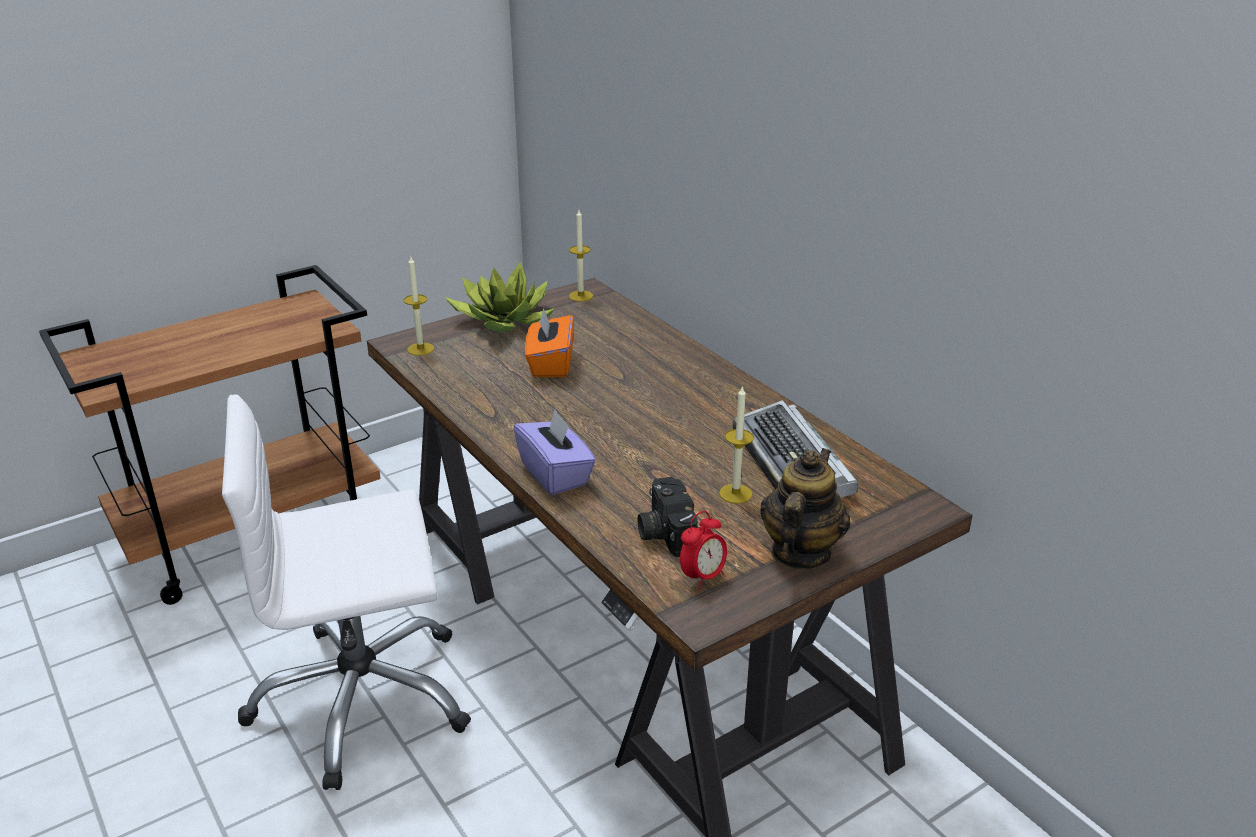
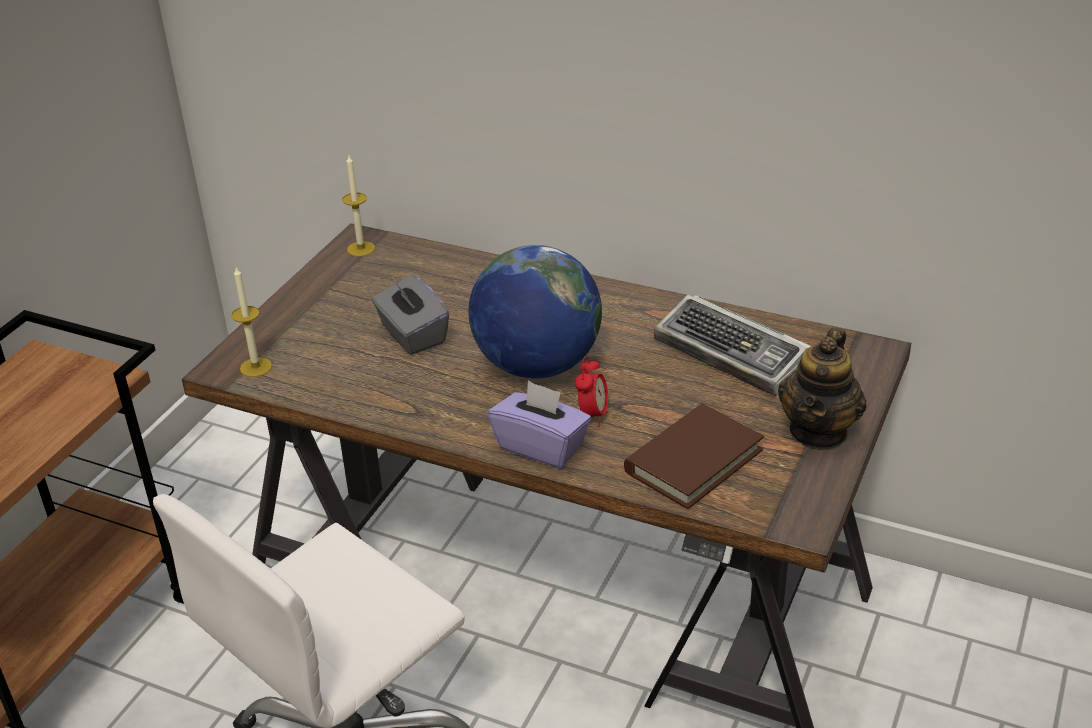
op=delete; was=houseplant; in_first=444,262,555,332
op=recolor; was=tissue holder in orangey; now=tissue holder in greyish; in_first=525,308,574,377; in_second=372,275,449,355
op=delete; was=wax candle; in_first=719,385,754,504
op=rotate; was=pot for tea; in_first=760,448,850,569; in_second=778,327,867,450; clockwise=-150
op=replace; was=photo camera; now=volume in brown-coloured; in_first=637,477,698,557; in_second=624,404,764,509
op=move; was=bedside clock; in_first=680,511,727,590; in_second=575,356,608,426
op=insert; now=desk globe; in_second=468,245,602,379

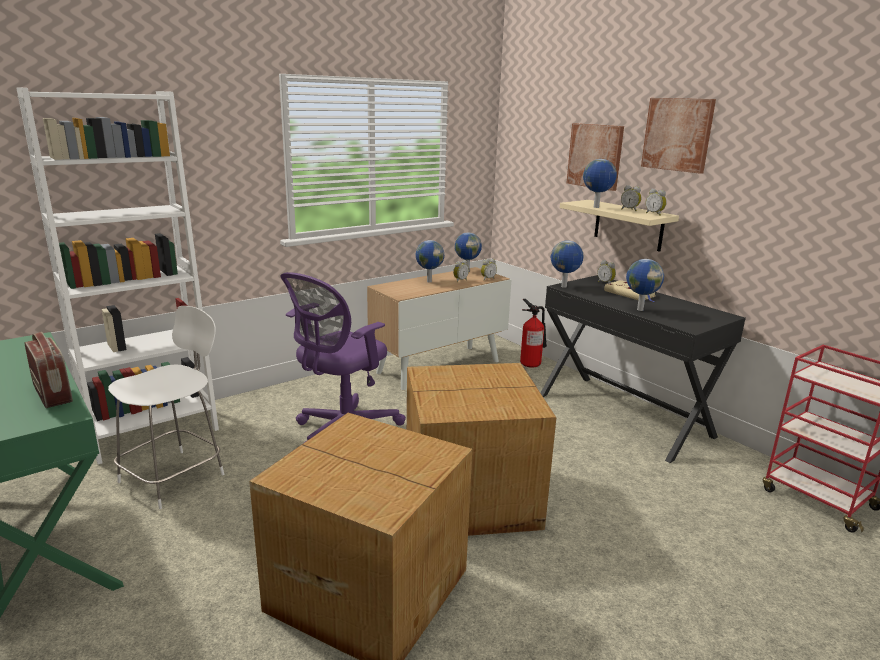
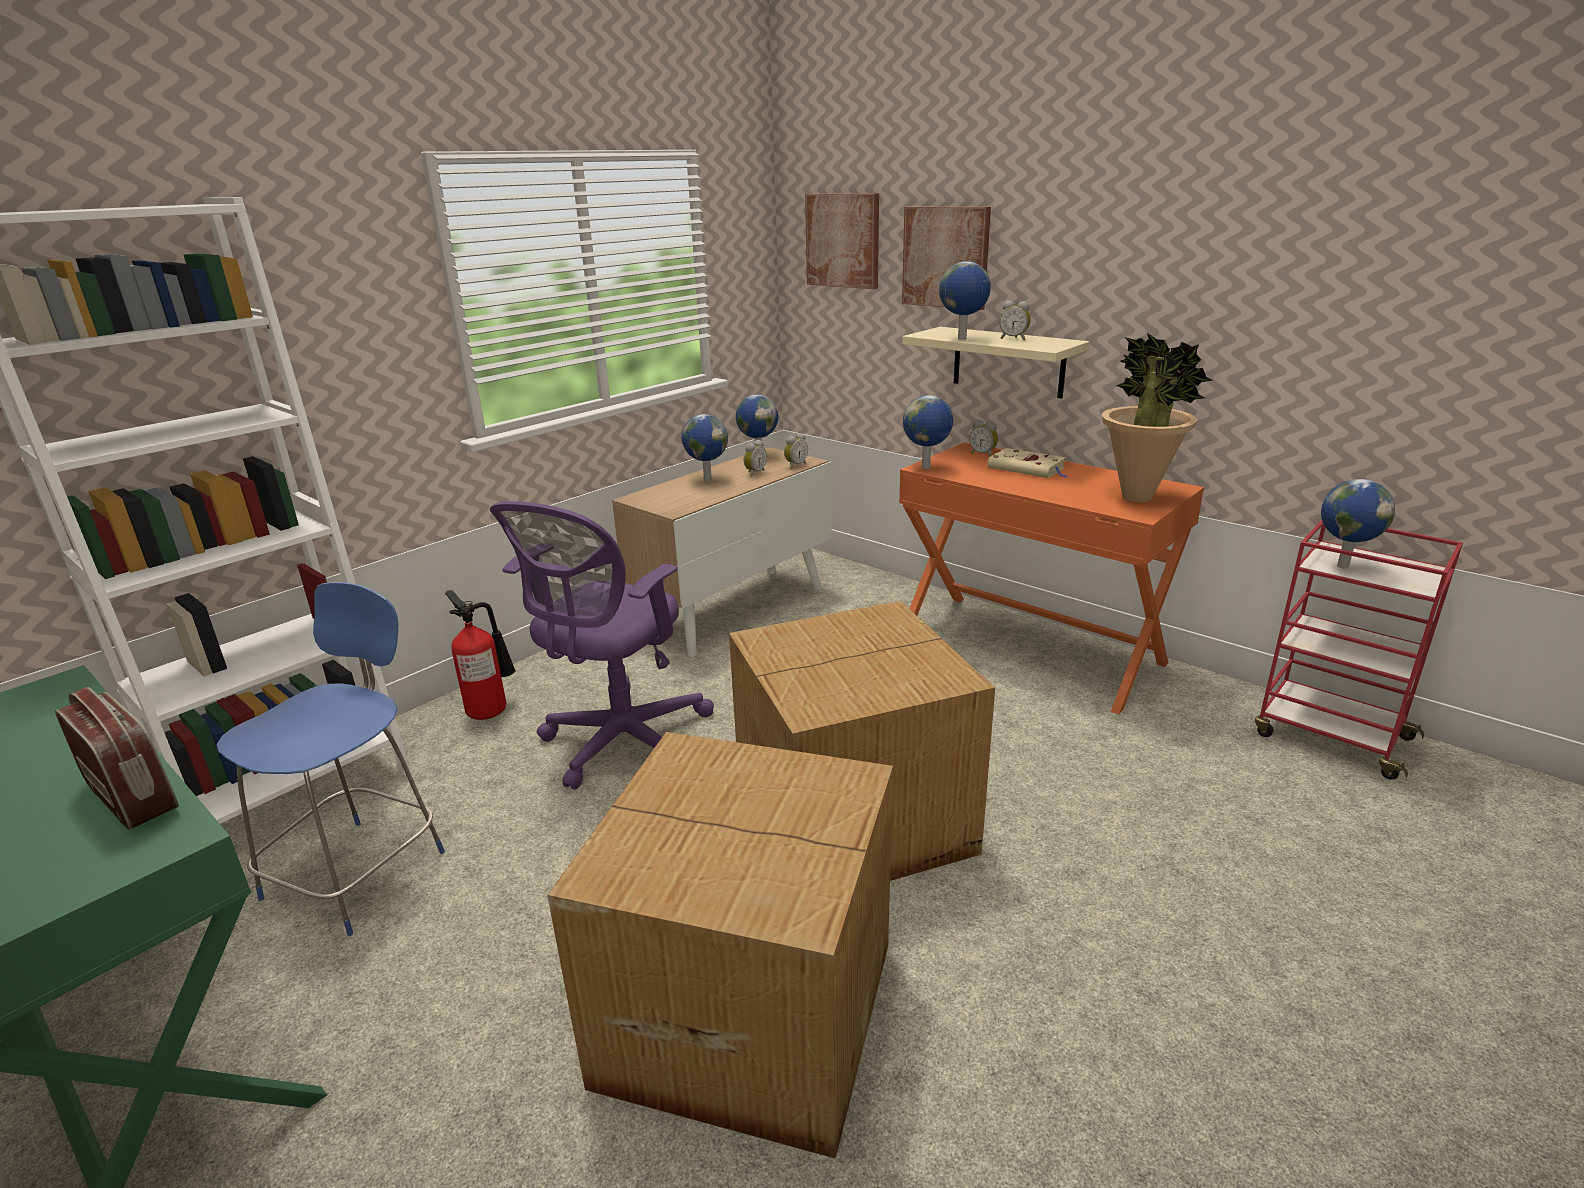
op=move; was=wall picture; in_first=641,98,716,174; in_second=805,193,879,289
op=delete; was=bedside clock; in_first=646,189,667,216
op=move; was=desk globe; in_first=626,259,664,311; in_second=1321,479,1395,569
op=recolor; was=desk in black; now=desk in orangey; in_first=541,275,746,463; in_second=899,442,1204,715
op=move; was=extinguisher; in_first=520,299,547,368; in_second=445,590,516,720
op=recolor; was=upright chair in whitish; now=upright chair in bluish; in_first=108,306,224,509; in_second=216,582,445,936
op=insert; now=houseplant; in_second=1102,333,1213,502

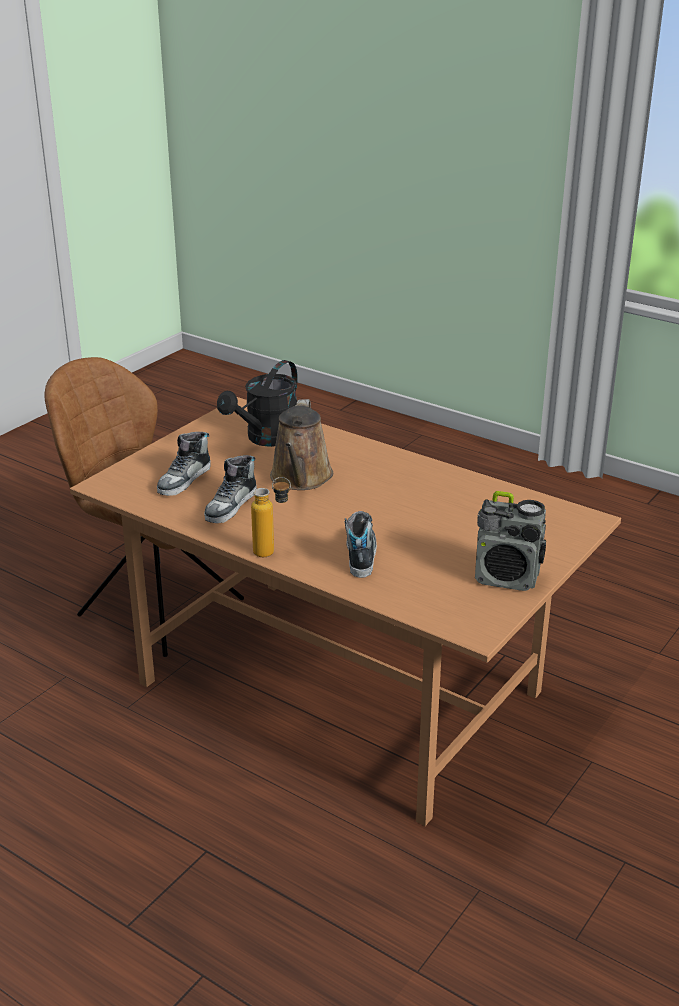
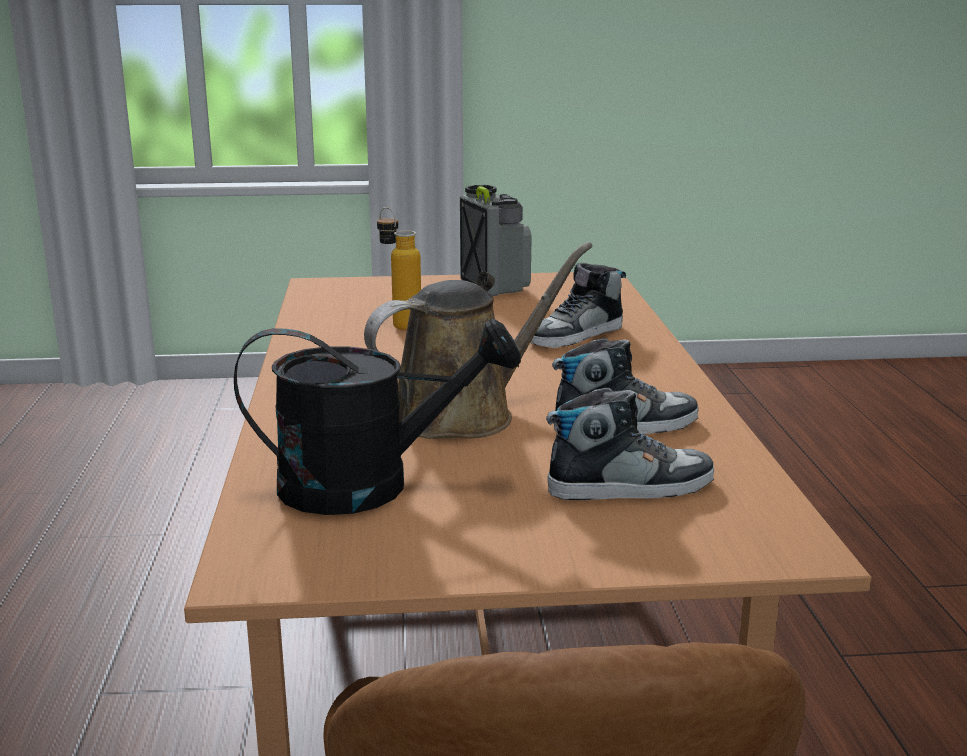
op=move; was=drink bottle; in_first=251,477,291,557; in_second=377,207,421,330

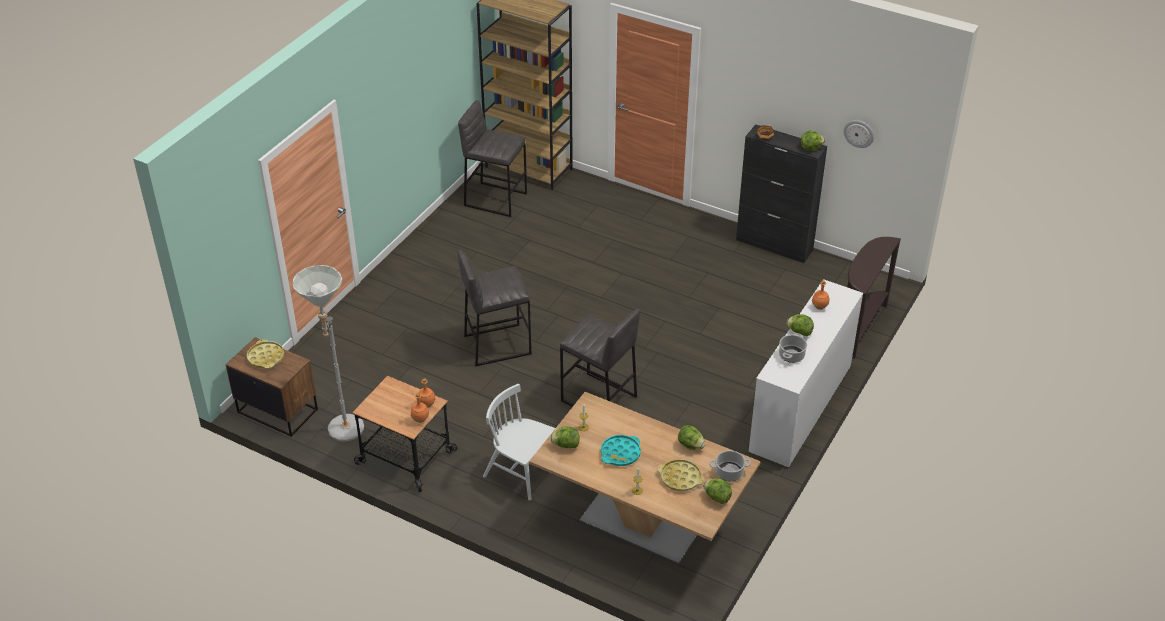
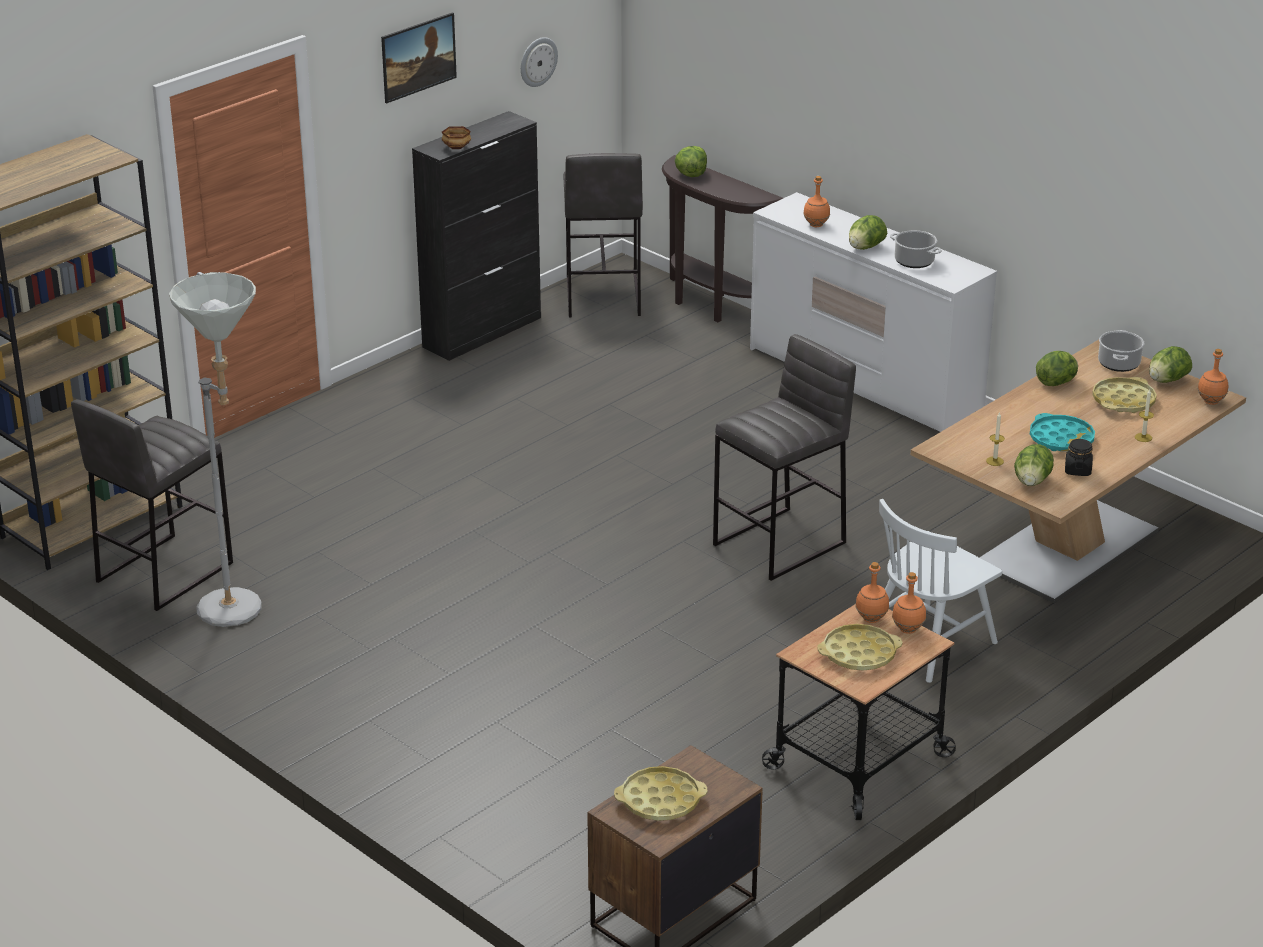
op=move; was=lettuce head; in_first=800,131,825,151; in_second=675,146,707,177
op=move; was=stool seat in greyish; in_first=458,250,531,366; in_second=564,153,643,317
op=move; was=floor lamp in greyish; in_first=293,265,364,441; in_second=169,272,261,627
op=insert; now=wall picture; in_second=381,12,457,103
op=insert; now=drink bottle in orangey; in_second=1198,349,1228,405
op=insert; now=storage jar in black; in_second=1065,439,1093,476
op=insert; now=tray in yellow; in_second=817,624,903,670

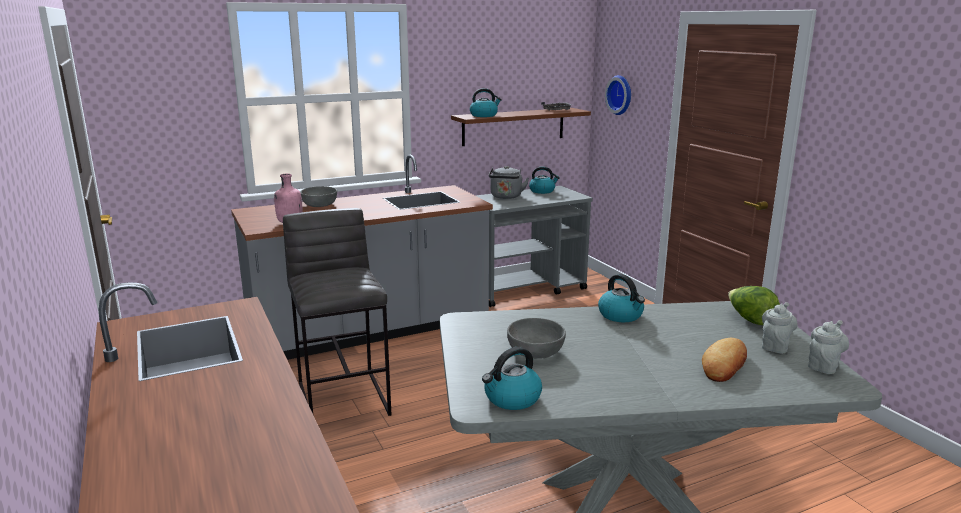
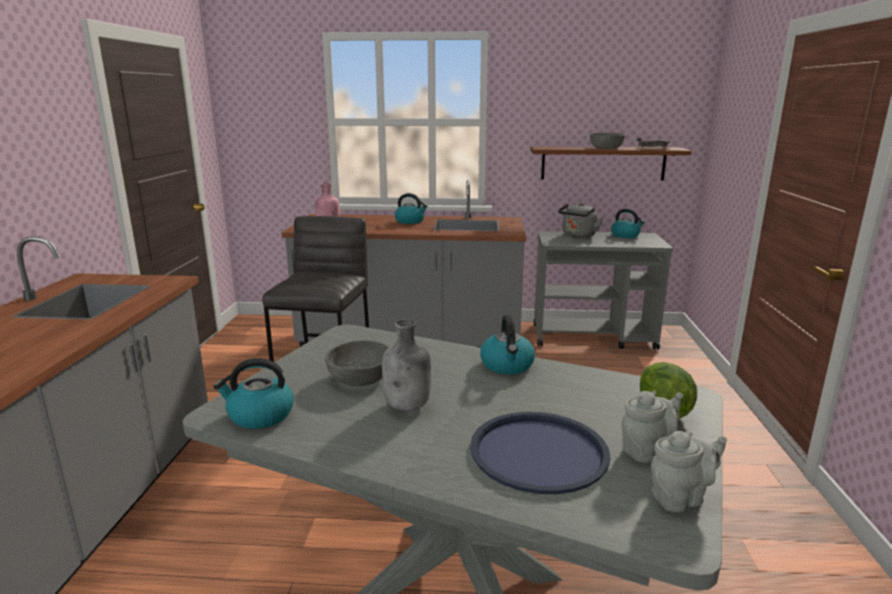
op=delete; was=hanging clock; in_first=605,75,631,115
op=move; was=tea kettle; in_first=470,88,502,117; in_second=395,193,428,224
op=move; was=bowl in greyish; in_first=300,186,337,207; in_second=590,133,625,149
op=replace; was=bakery bread; now=tray in bluish; in_first=702,338,747,382; in_second=470,412,611,494
op=insert; now=drink bottle in greyish; in_second=382,319,431,411

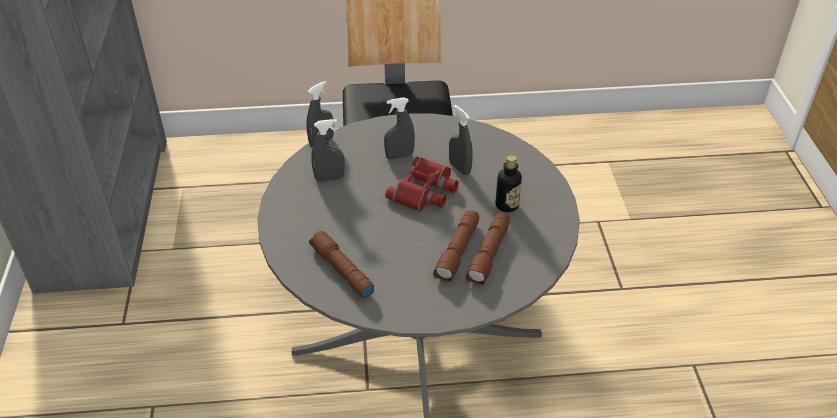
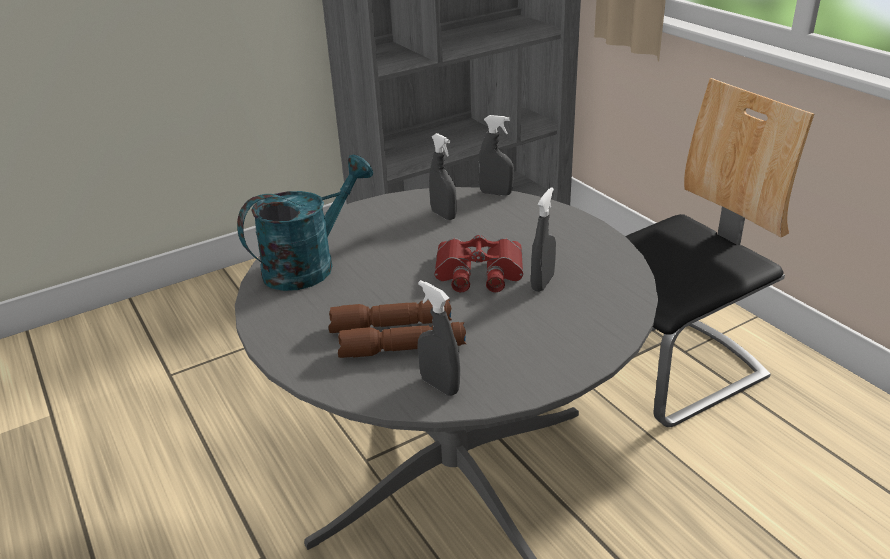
op=move; was=hand sprayer in greyish; in_first=384,97,415,160; in_second=417,280,460,396
op=delete; was=drink bottle; in_first=495,155,522,212
op=replace; was=hand torch in brown-coloured; now=sprinkling can in turquoise; in_first=309,231,374,298; in_second=237,155,373,291

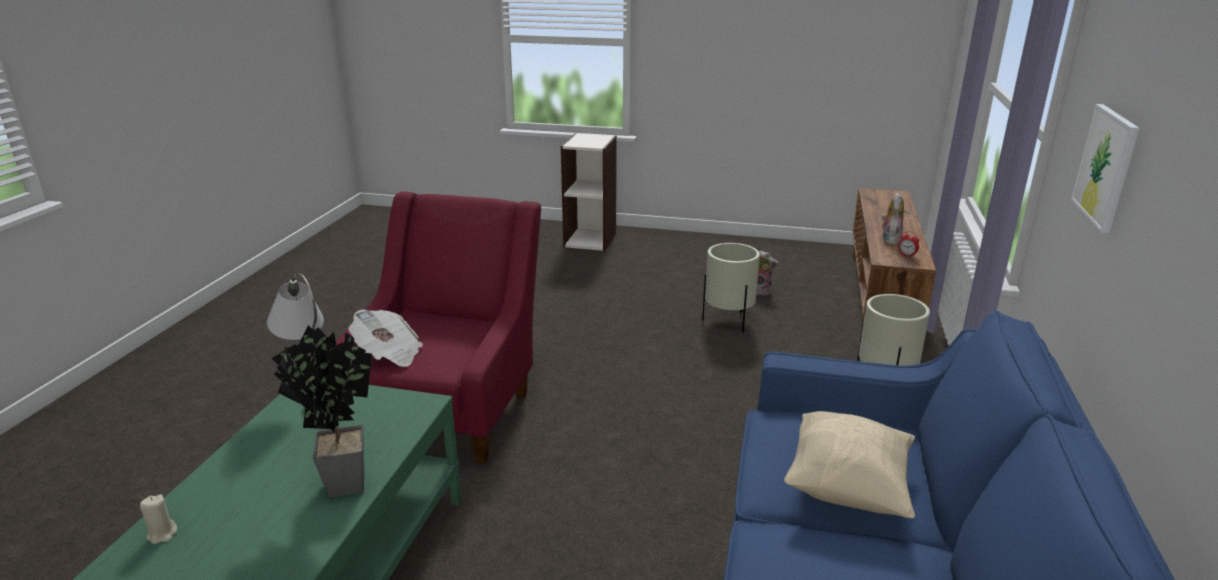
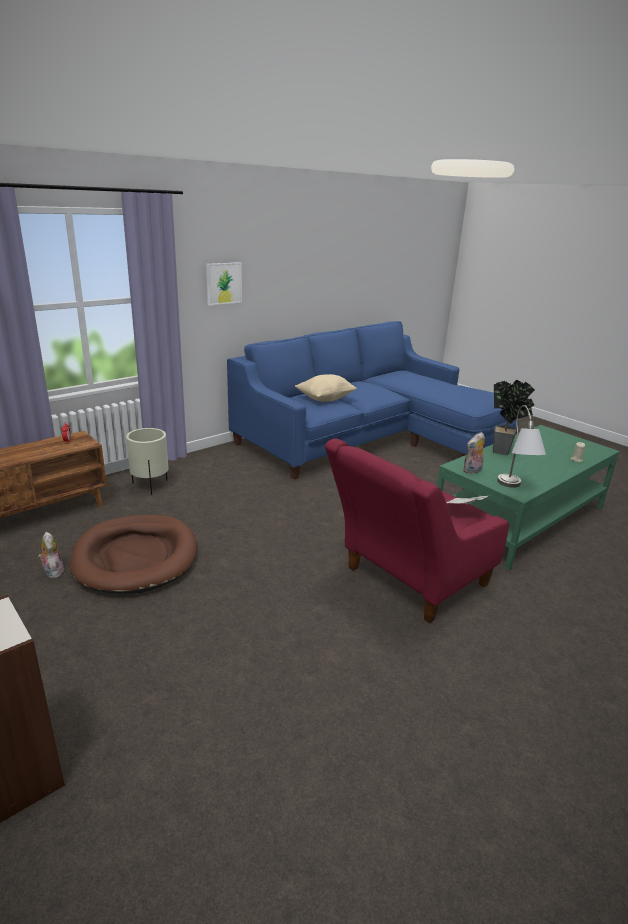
op=move; was=soft toy; in_first=882,192,904,245; in_second=463,432,485,474
op=replace; was=flower pot in beige; now=dog bed in brown-coloured; in_first=702,243,760,333; in_second=70,515,197,594

